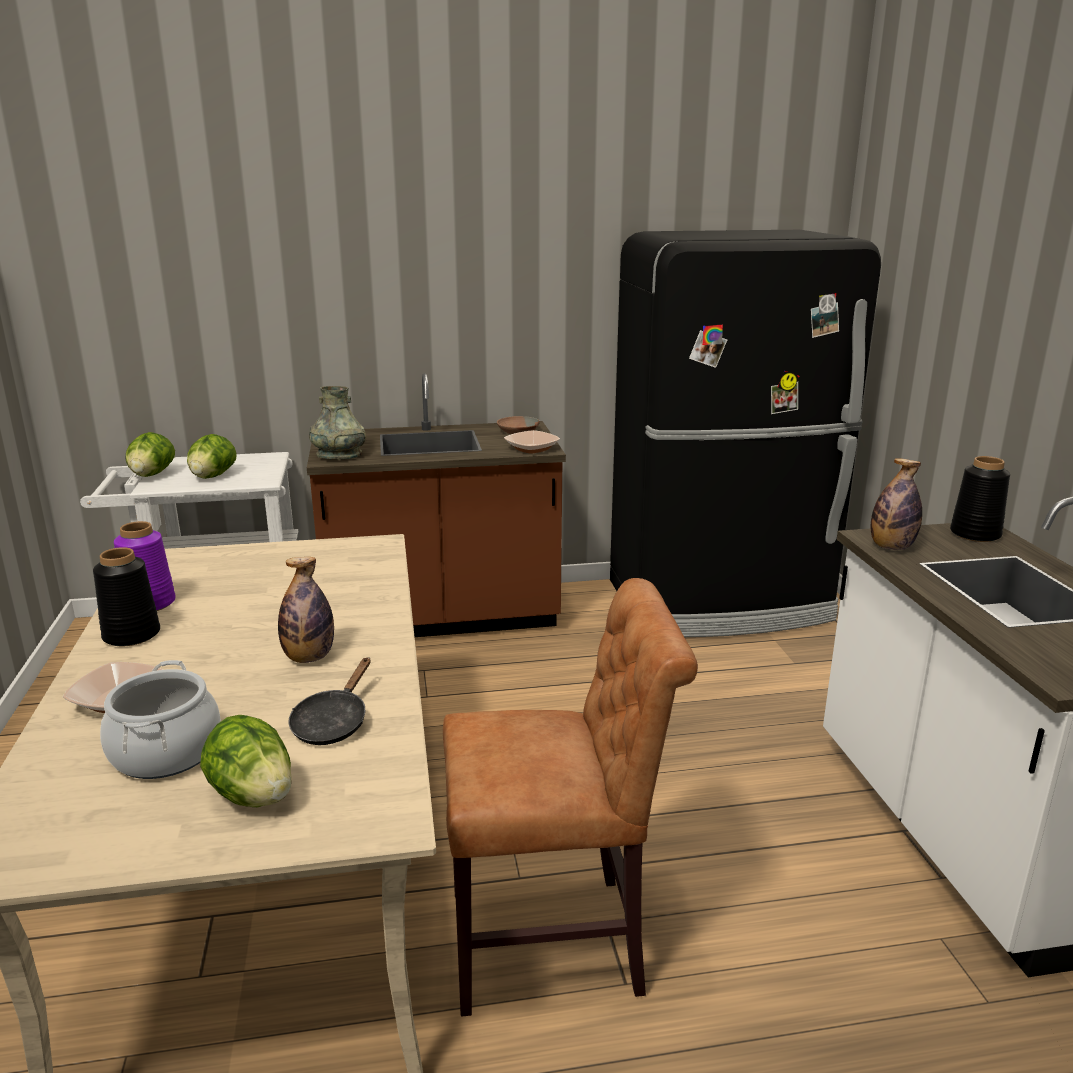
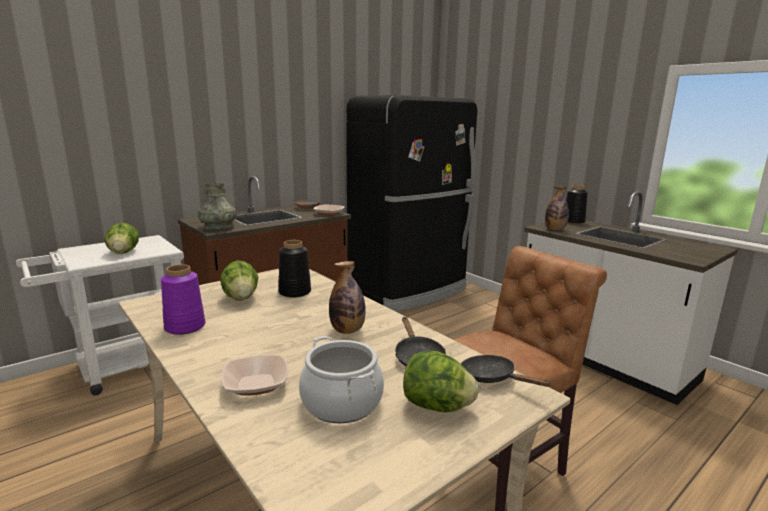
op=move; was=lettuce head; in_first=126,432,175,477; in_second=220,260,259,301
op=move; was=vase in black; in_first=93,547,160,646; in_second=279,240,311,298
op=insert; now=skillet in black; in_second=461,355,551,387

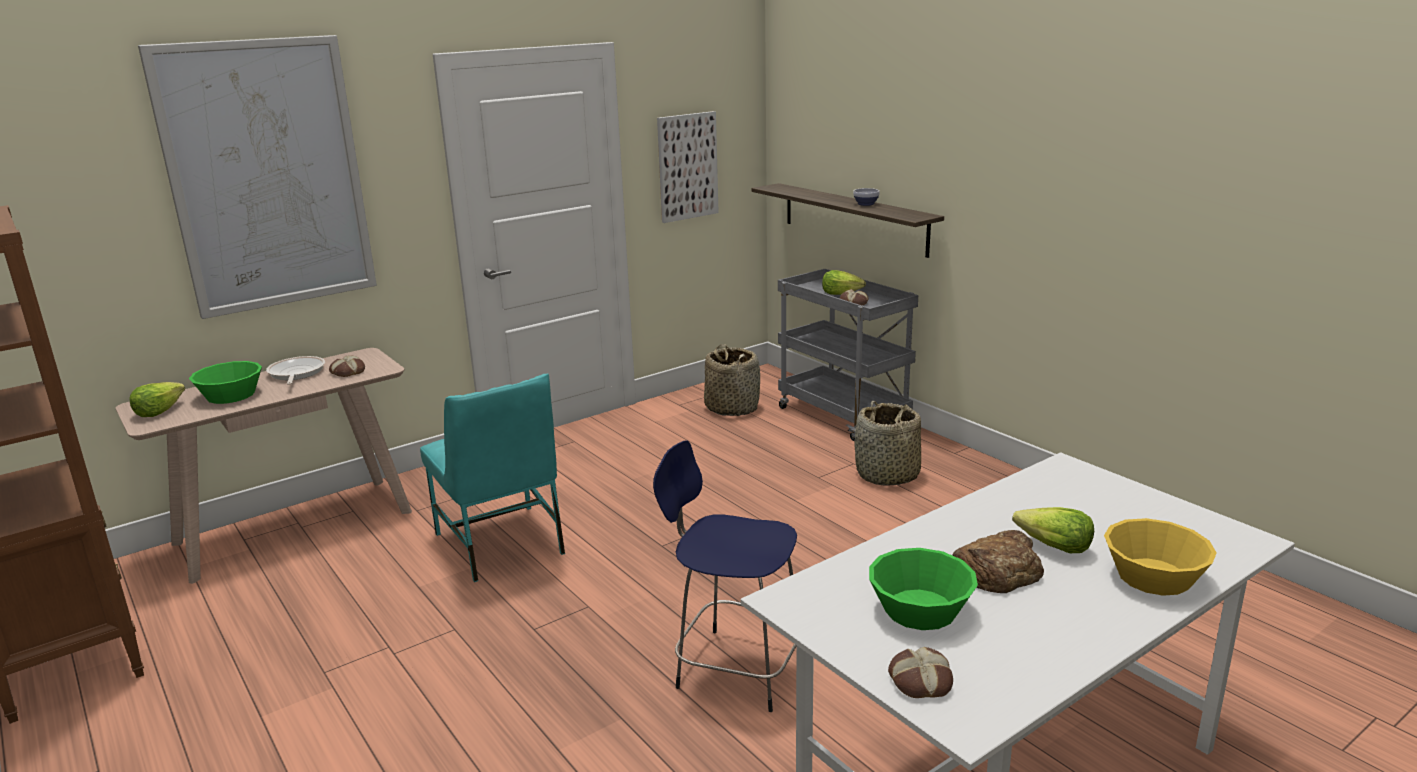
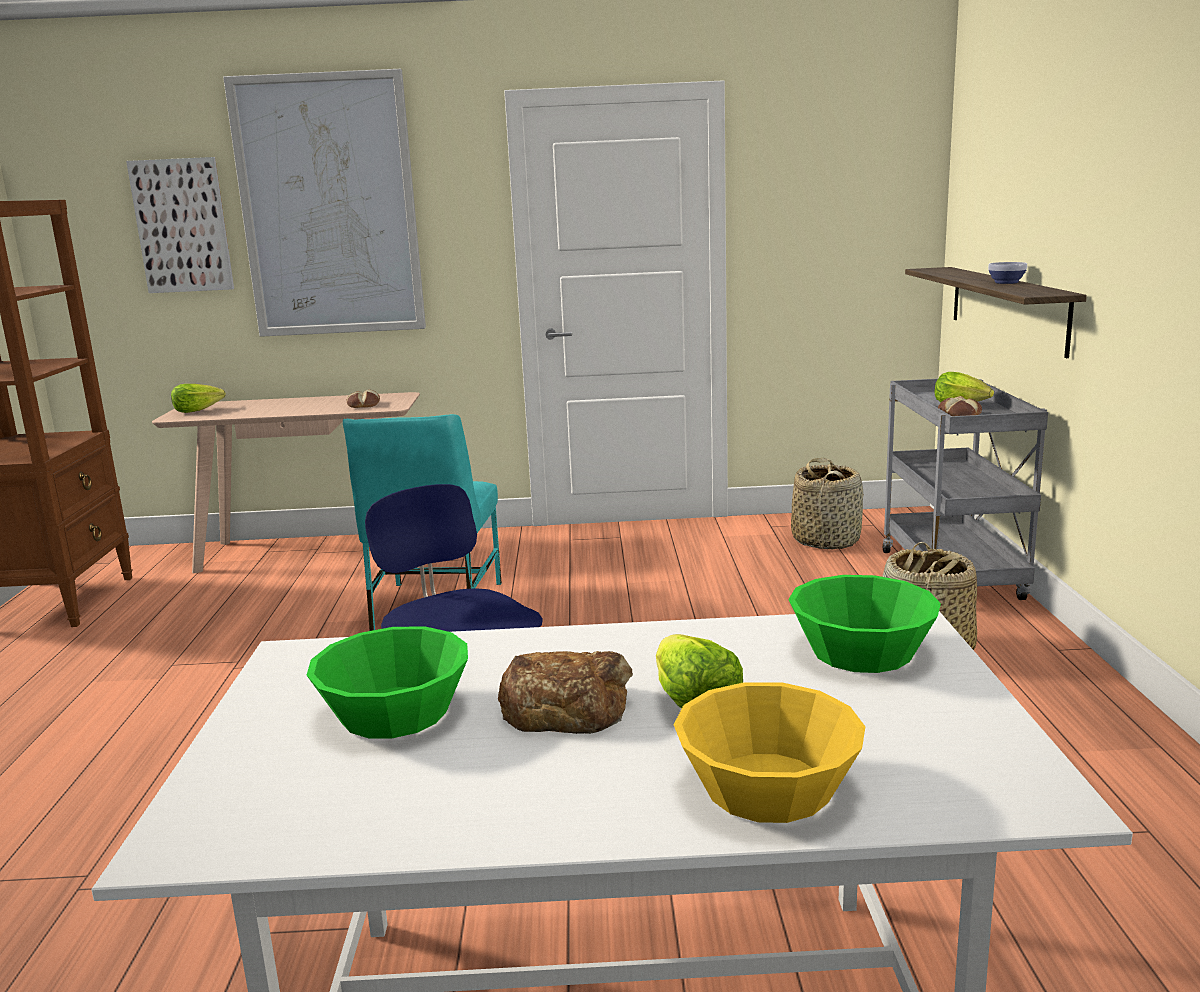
op=move; was=wall picture; in_first=657,111,719,223; in_second=126,157,234,293
op=delete; was=skillet; in_first=266,356,325,385
op=move; was=bowl in green; in_first=189,361,262,404; in_second=788,575,941,673
op=delete; was=bakery bread; in_first=888,647,953,698

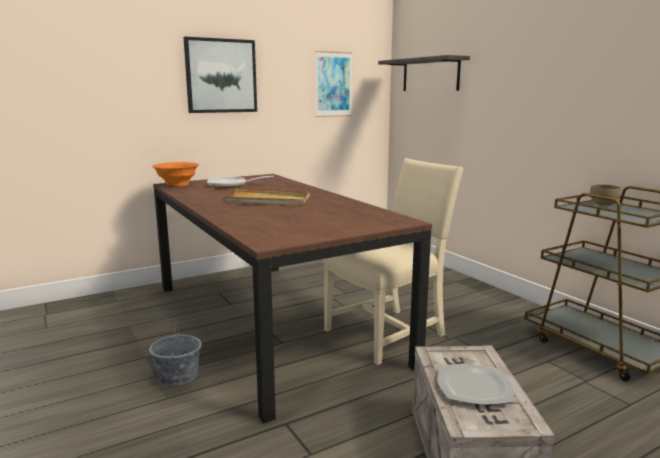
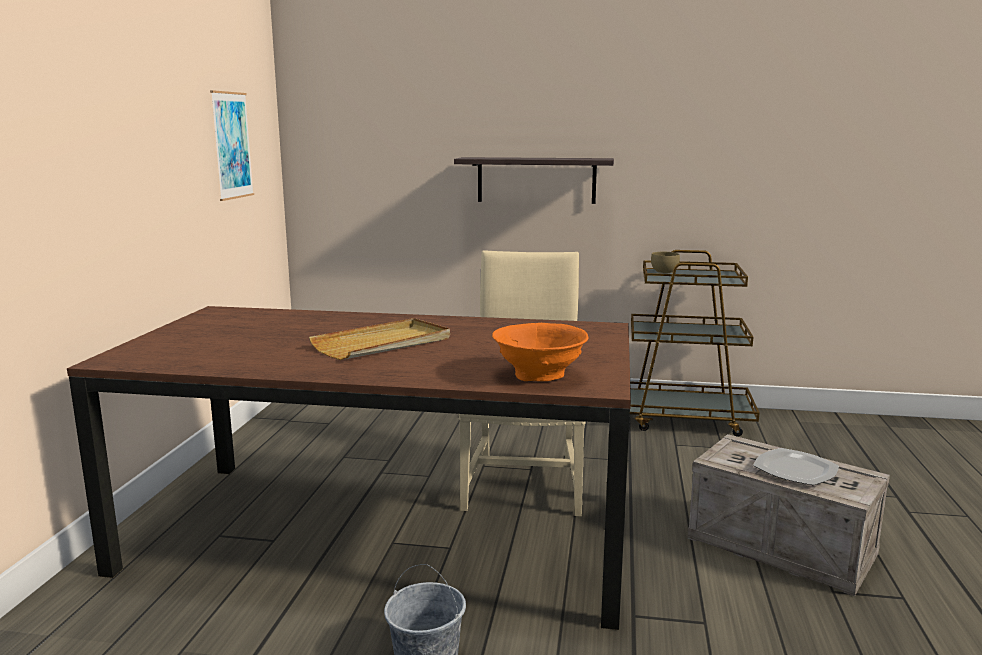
op=delete; was=wall picture; in_first=183,37,257,113
op=move; was=bracket shelf; in_first=378,55,470,91; in_second=454,157,614,204
op=move; was=bowl in orangey; in_first=152,162,199,186; in_second=492,323,589,381
op=delete; was=skillet; in_first=207,176,274,188

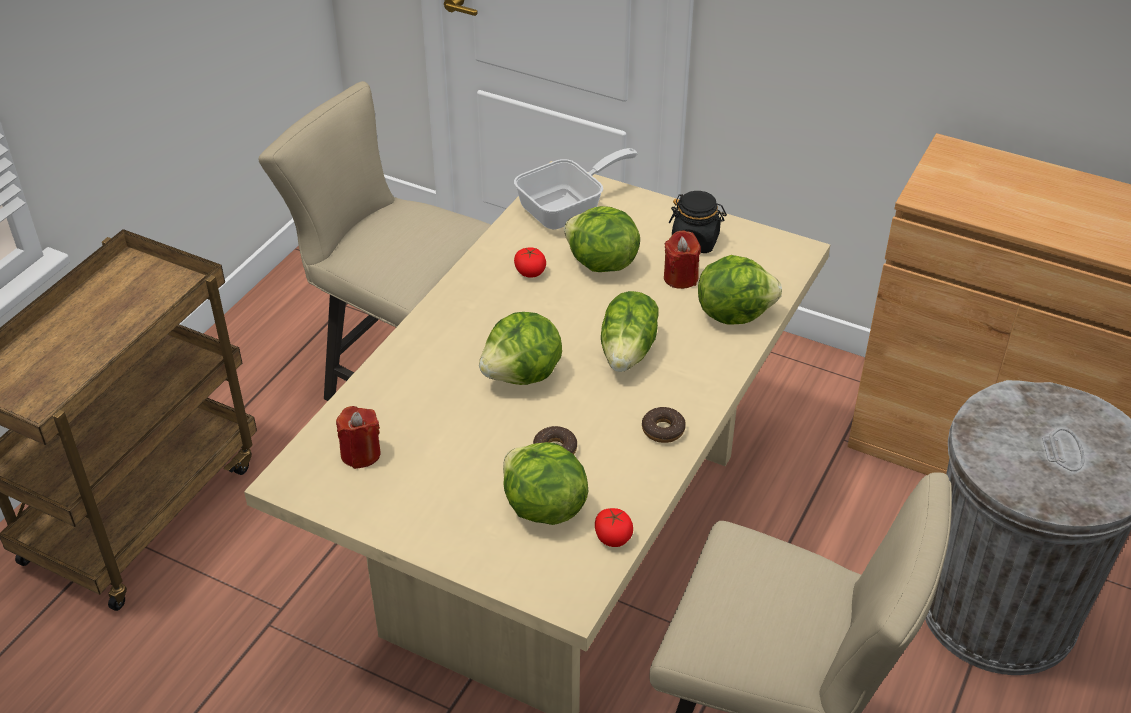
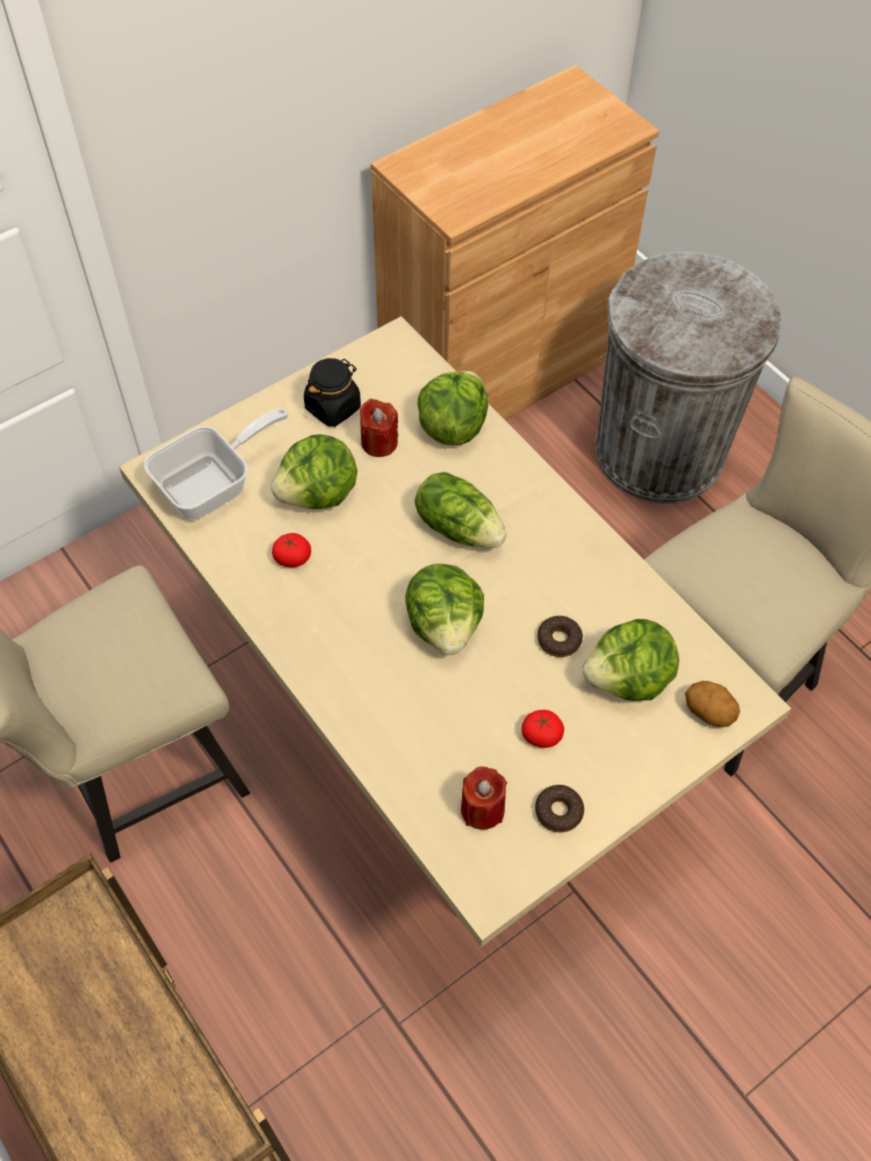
op=rotate; was=skillet; in_first=514,148,637,230; in_second=144,408,288,520; clockwise=60
op=move; was=ring doughnut; in_first=642,407,686,443; in_second=535,785,584,833
op=move; was=tomato; in_first=595,508,633,547; in_second=522,710,564,748
op=insert; now=whole potato; in_second=685,681,740,727

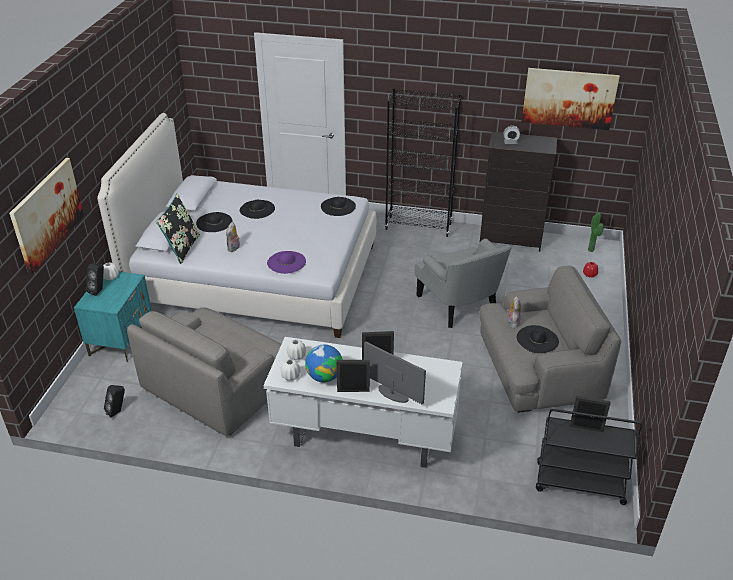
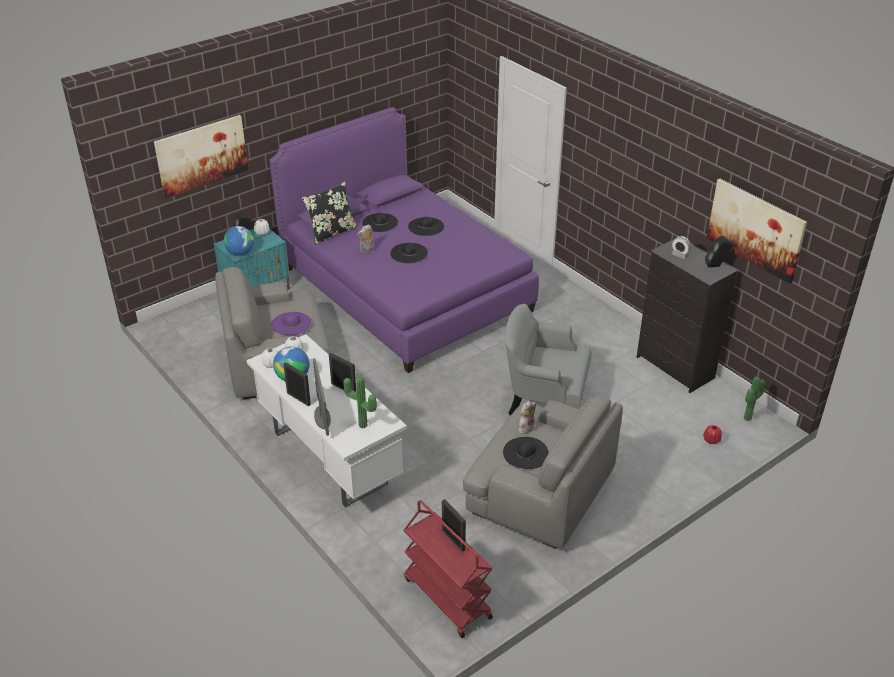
op=delete; was=bookcase in black; in_first=385,88,461,237
op=recolor; was=sleeping bed in whitish; now=sleeping bed in purplish; in_first=97,113,376,338; in_second=269,107,539,373
op=move; was=hat in black; in_first=321,197,356,216; in_second=390,243,428,263
op=rotate; was=lounge chair in greyish; in_first=415,238,512,328; in_second=505,304,592,416; clockwise=90
op=move; was=hat in purplish; in_first=267,251,306,274; in_second=272,312,311,335
op=move; was=speaker in black; in_first=104,385,125,418; in_second=705,236,733,268
op=recolor; was=trolley in black; now=trolley in red-coloured; in_first=536,409,642,505; in_second=404,500,493,638
op=insert; now=desk globe; in_second=224,226,254,256
op=insert; now=houseplant; in_second=343,377,377,428

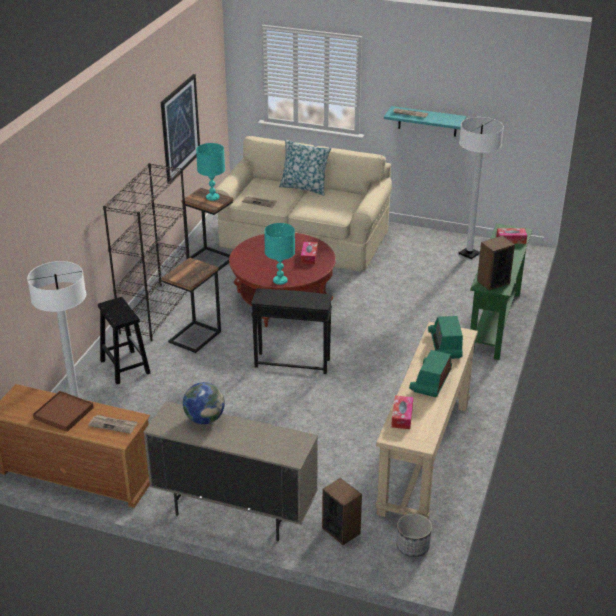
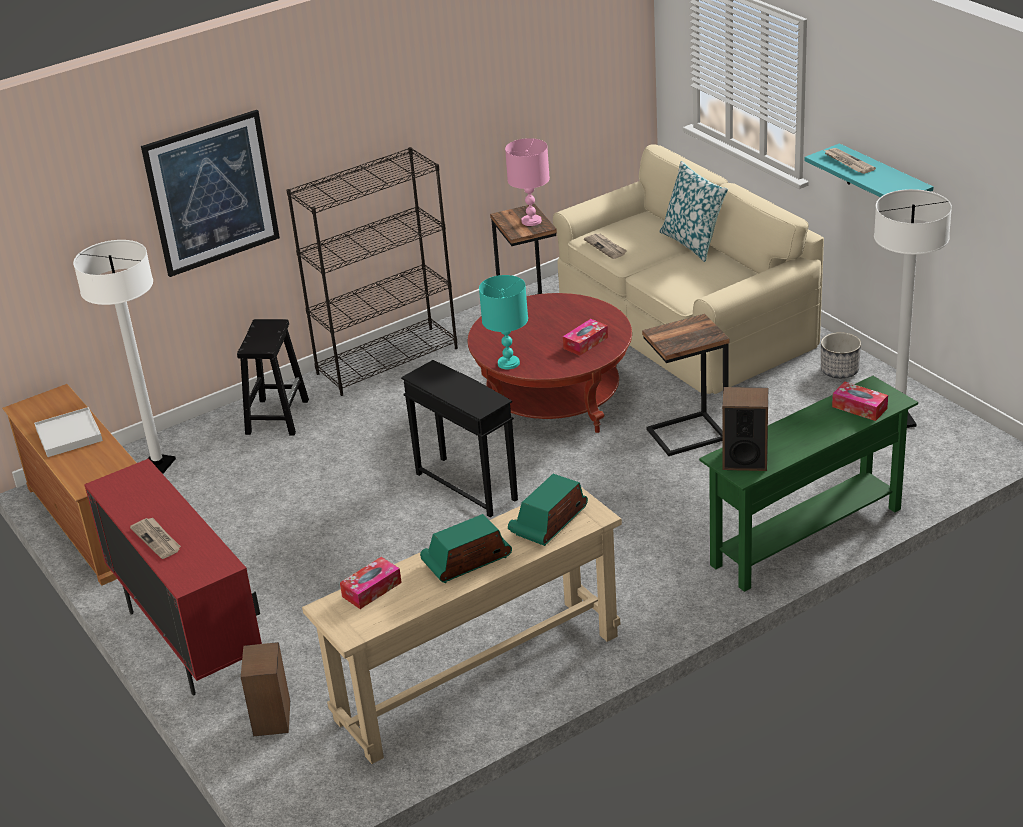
op=move; was=wall picture; in_first=161,74,200,184; in_second=141,109,280,277
op=recolor; was=tabletop lamp in turquoise; now=tabletop lamp in pink; in_first=196,143,225,201; in_second=505,138,550,226
op=move; was=accent table; in_first=162,258,221,353; in_second=642,314,729,456
op=delete; was=desk globe; in_first=183,382,225,424
op=recolor; was=tray in brown-coloured; now=tray in whitish; in_first=33,391,94,432; in_second=34,407,103,457
op=recolor; was=cabinet in beige; now=cabinet in red-coloured; in_first=143,401,318,541; in_second=84,458,262,696
op=move; was=newspaper; in_first=88,415,137,434; in_second=130,518,181,559
op=move; was=flower pot; in_first=396,513,432,557; in_second=821,332,861,378

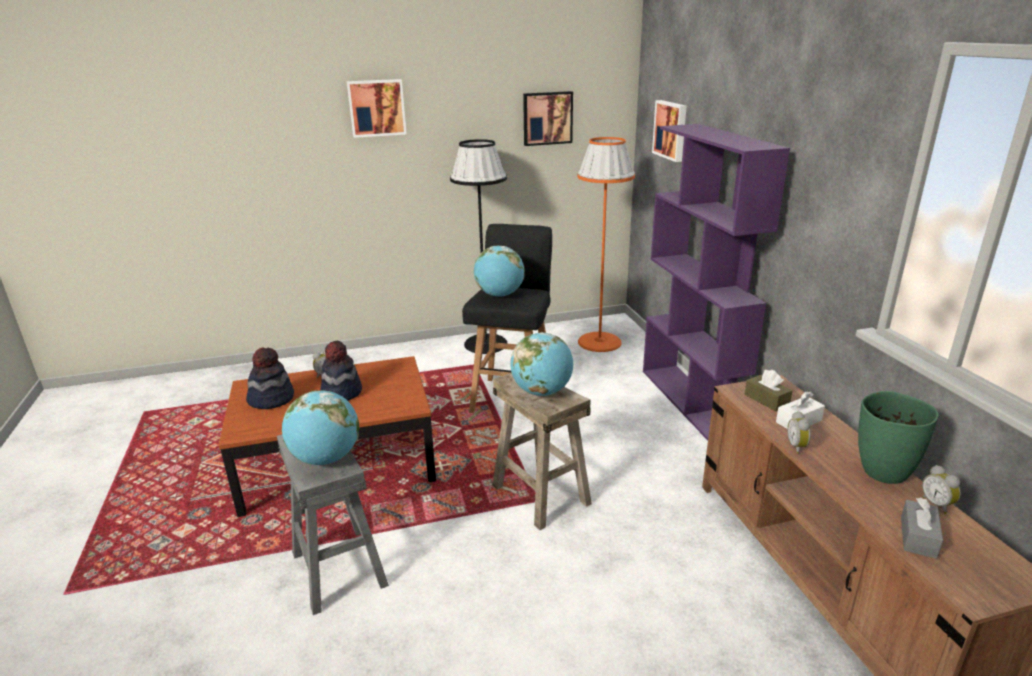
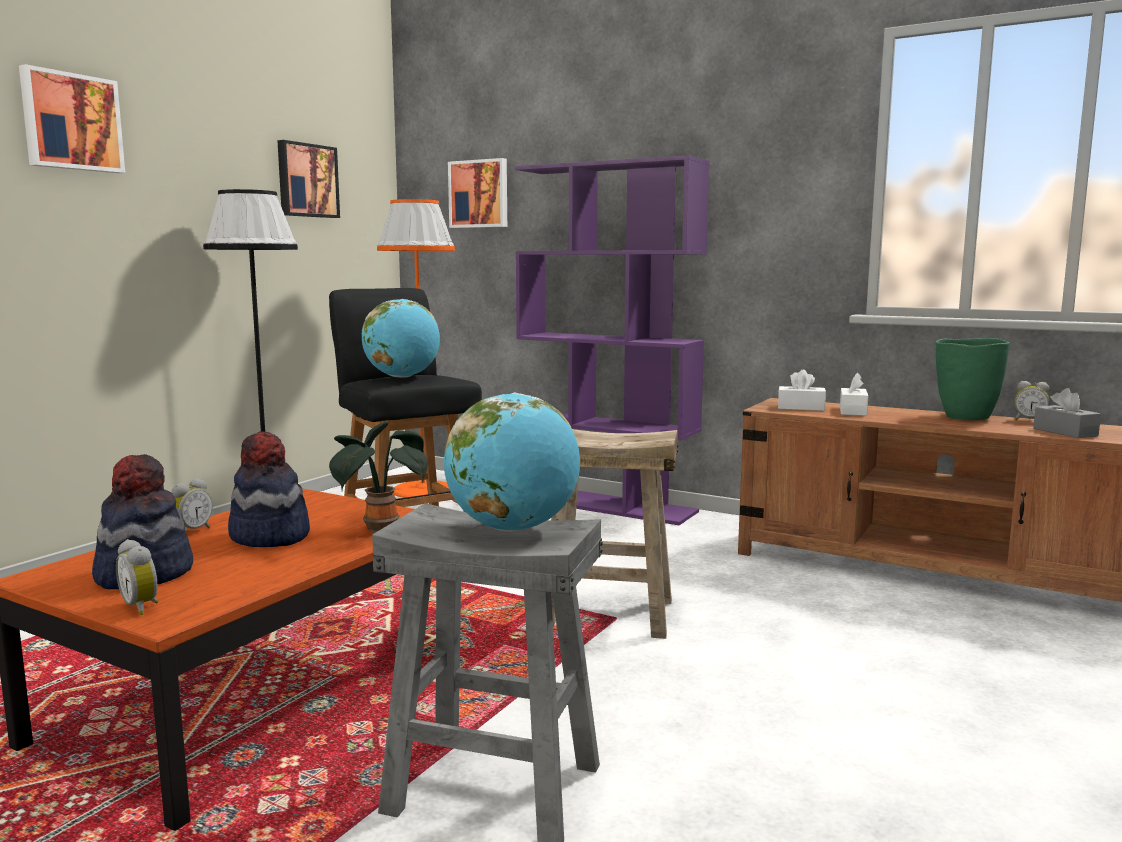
op=delete; was=desk globe; in_first=510,332,573,396
op=recolor; was=tissue holder in brown-coloured; now=tissue holder in whitish; in_first=745,370,792,411; in_second=778,370,826,411
op=move; was=bedside clock; in_first=787,411,811,454; in_second=116,539,159,615
op=insert; now=houseplant; in_second=329,422,428,533

